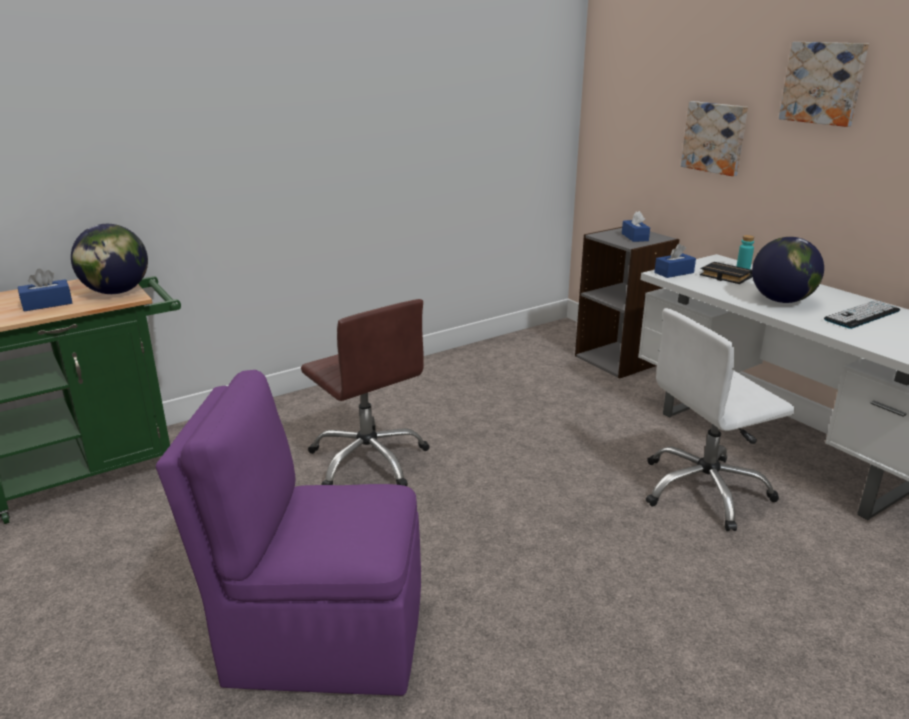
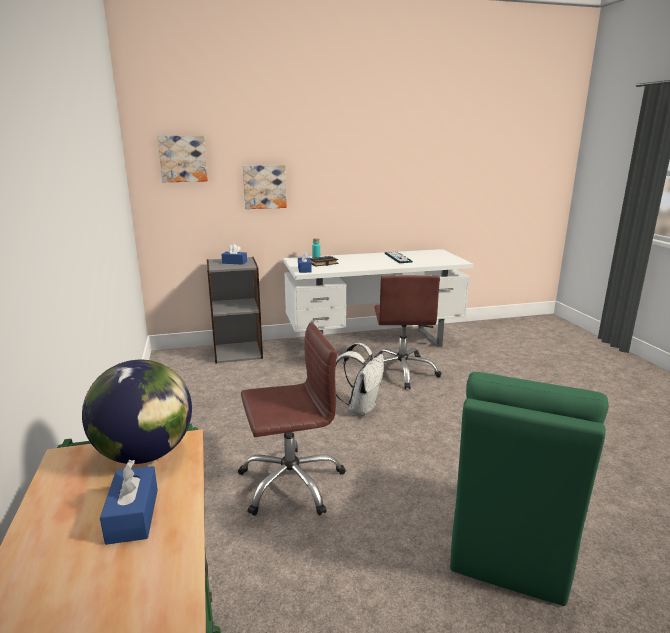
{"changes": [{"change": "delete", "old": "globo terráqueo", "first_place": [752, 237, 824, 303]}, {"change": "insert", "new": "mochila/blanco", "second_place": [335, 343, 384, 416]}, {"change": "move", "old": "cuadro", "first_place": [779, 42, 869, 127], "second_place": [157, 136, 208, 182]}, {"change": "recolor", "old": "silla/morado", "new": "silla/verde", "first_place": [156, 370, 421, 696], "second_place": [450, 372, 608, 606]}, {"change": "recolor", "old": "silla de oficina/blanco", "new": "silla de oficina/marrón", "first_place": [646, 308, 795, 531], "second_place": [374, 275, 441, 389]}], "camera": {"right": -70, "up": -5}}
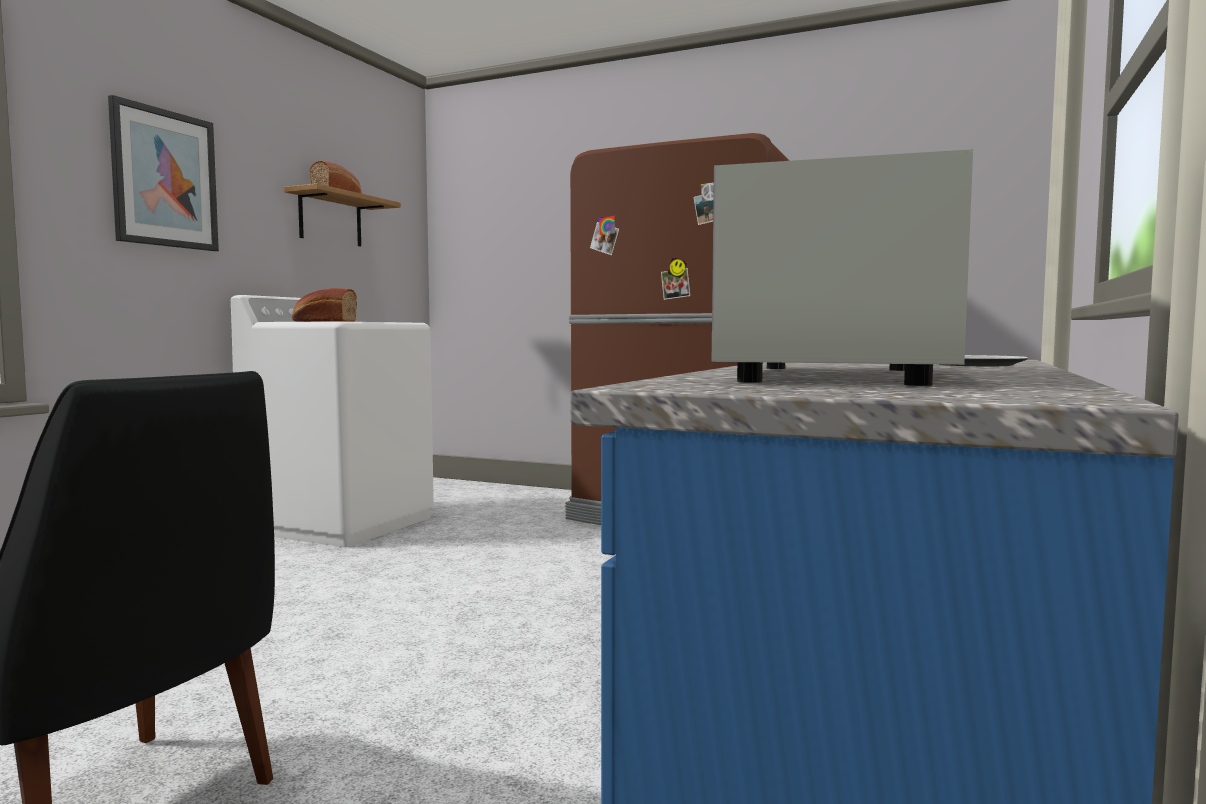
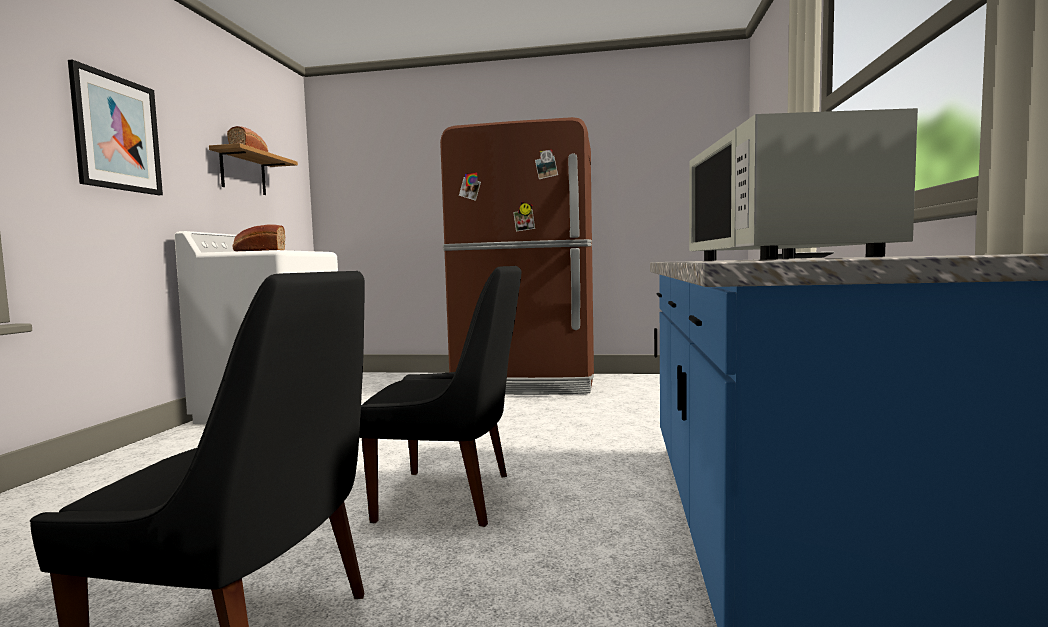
{"changes": [{"change": "insert", "new": "silla/negro", "second_place": [359, 266, 521, 527]}], "camera": {"right": -15, "up": 0}}
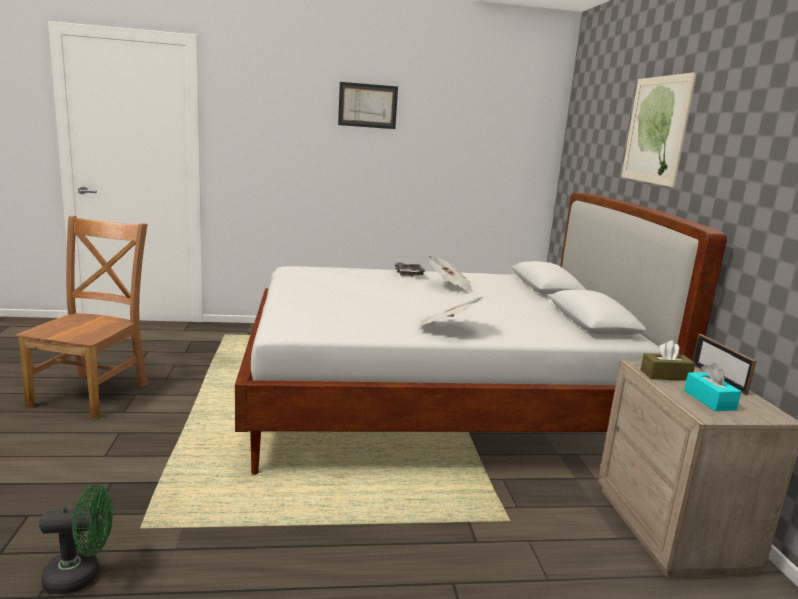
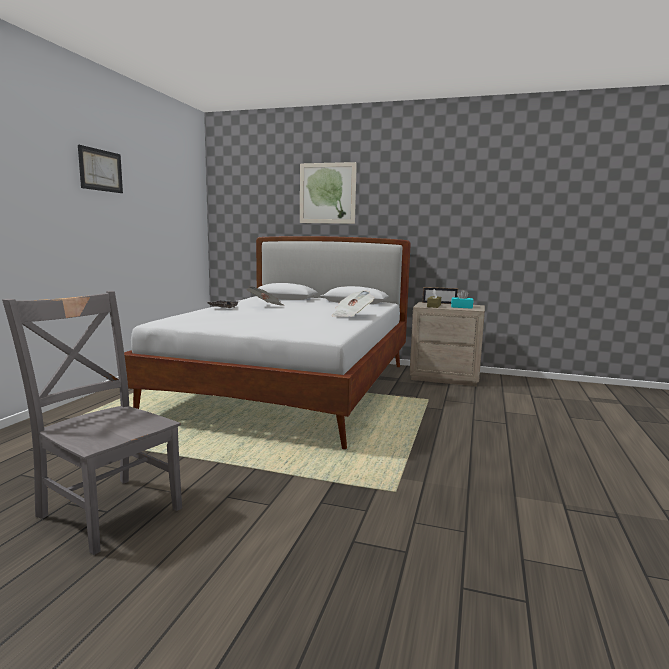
{"changes": [{"change": "delete", "old": "ventilador/verde", "first_place": [39, 484, 113, 594]}, {"change": "recolor", "old": "silla/marrón", "new": "silla/gris", "first_place": [16, 216, 148, 419], "second_place": [2, 291, 182, 555]}], "camera": {"right": -65, "up": -5}}
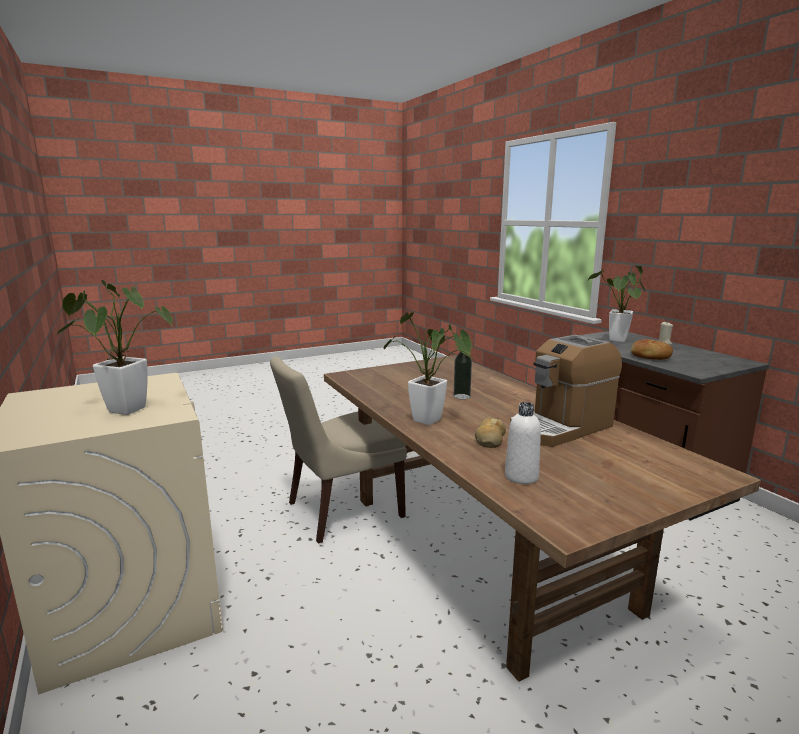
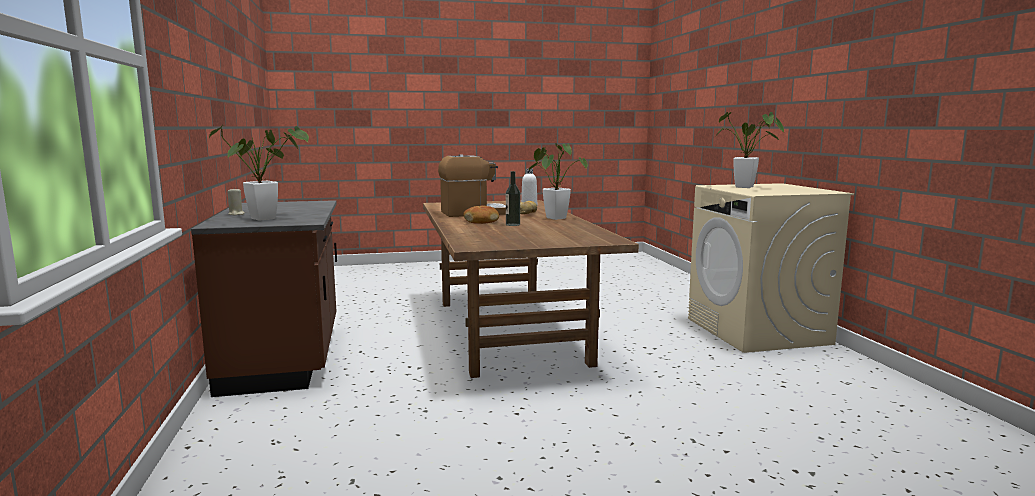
{"changes": [{"change": "delete", "old": "silla/beis", "first_place": [270, 357, 407, 543]}, {"change": "move", "old": "pan", "first_place": [631, 339, 673, 360], "second_place": [463, 205, 499, 224]}], "camera": {"right": -165, "up": -5}}
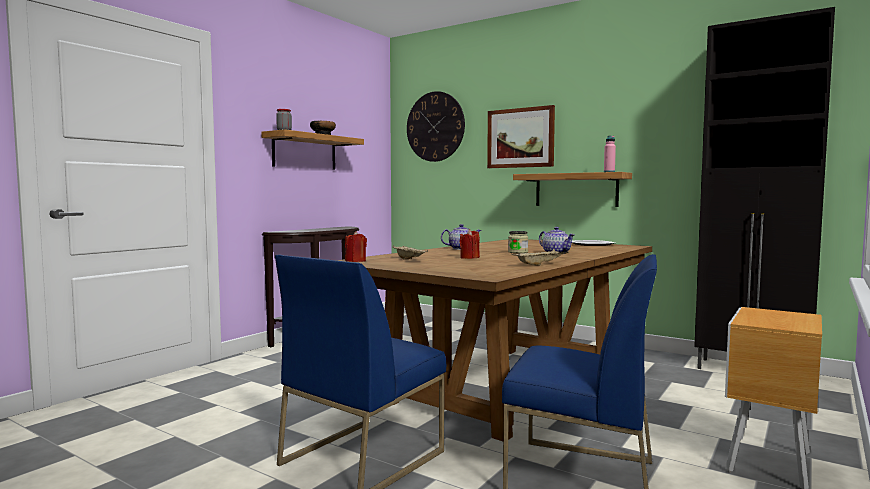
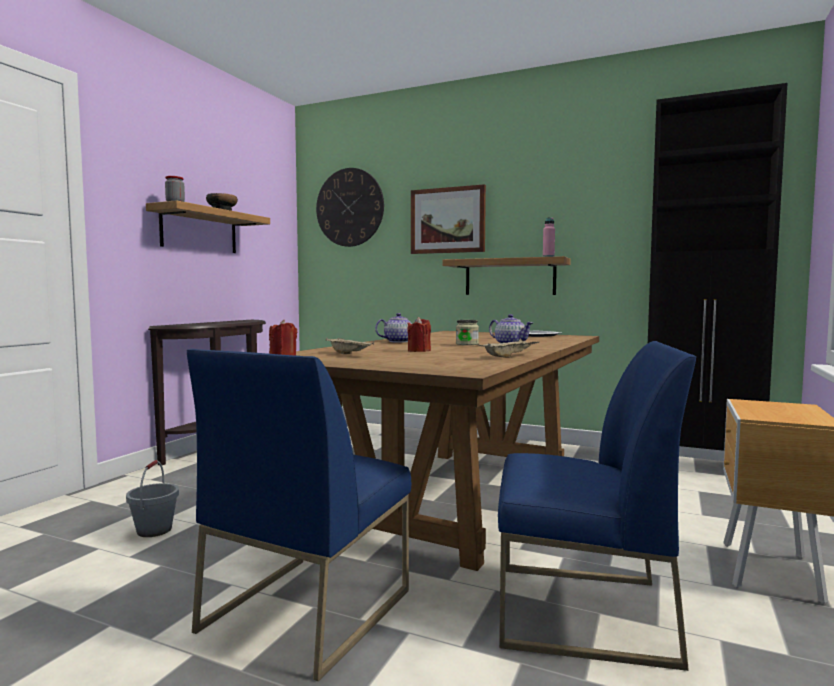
{"changes": [{"change": "insert", "new": "cubo/gris", "second_place": [126, 460, 179, 537]}], "camera": {"right": -10, "up": 0}}
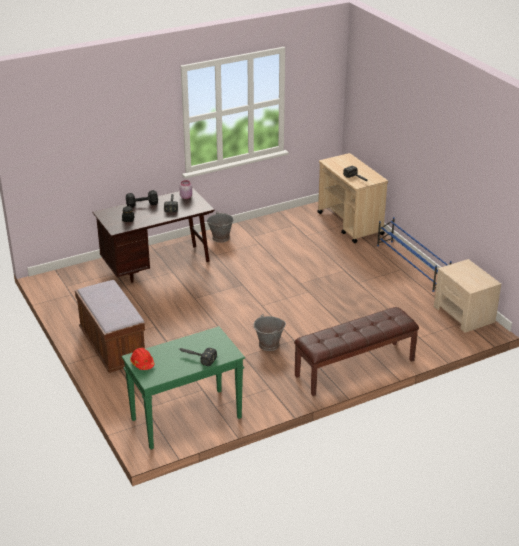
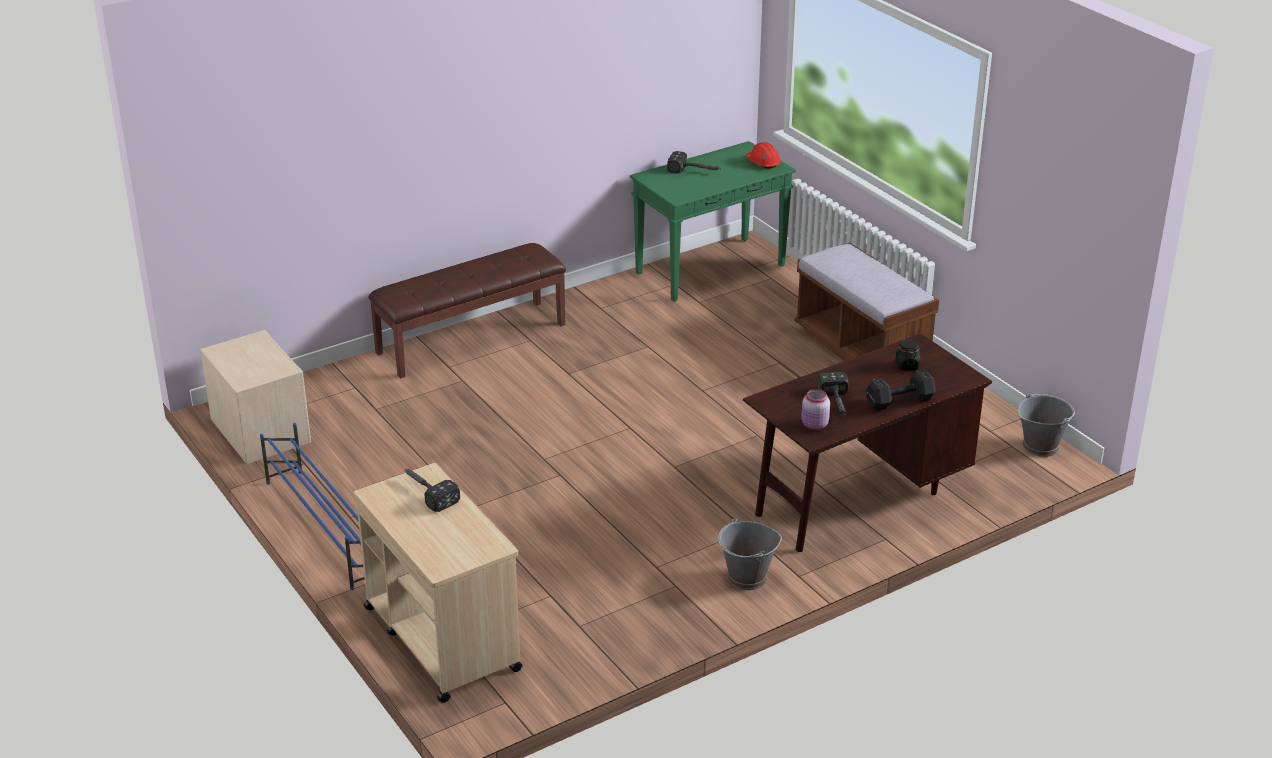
{"changes": [{"change": "move", "old": "cubo/gris", "first_place": [253, 314, 286, 351], "second_place": [1018, 393, 1075, 457]}], "camera": {"right": 175, "up": 0}}
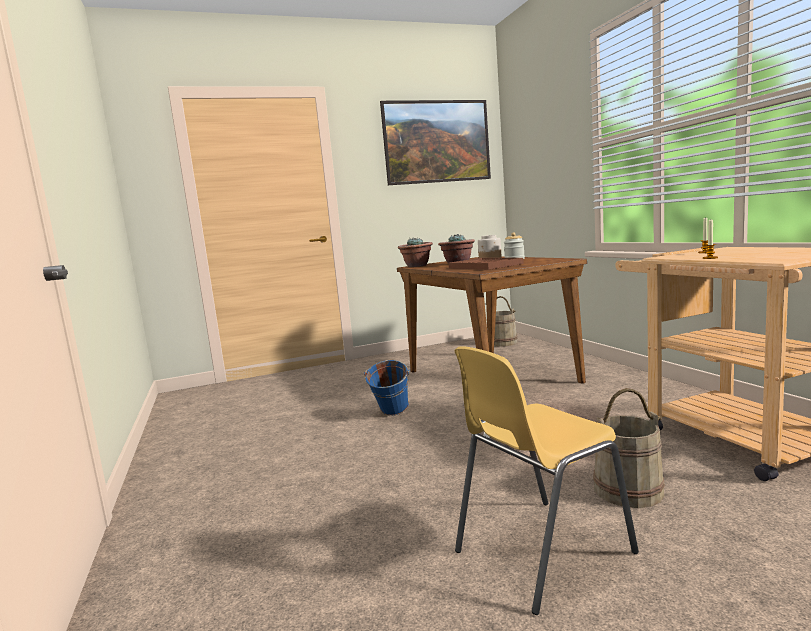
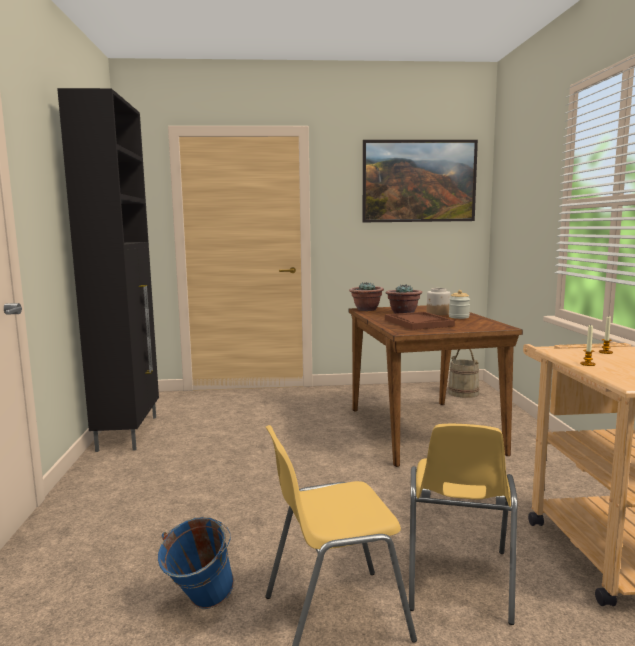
{"changes": [{"change": "insert", "new": "armario/negro", "second_place": [57, 88, 159, 452]}, {"change": "move", "old": "cubo/azul", "first_place": [364, 360, 410, 416], "second_place": [158, 517, 234, 609]}, {"change": "replace", "old": "cubo/beis", "new": "silla/amarillo", "first_place": [593, 388, 665, 508], "second_place": [409, 424, 517, 625]}], "camera": {"right": 15, "up": 0}}
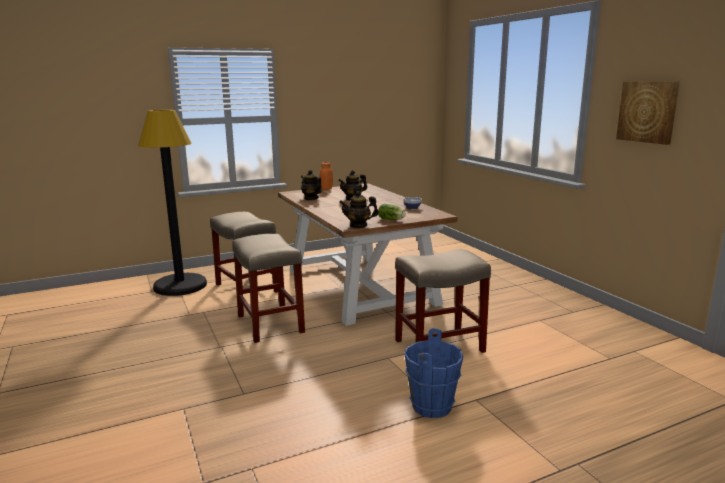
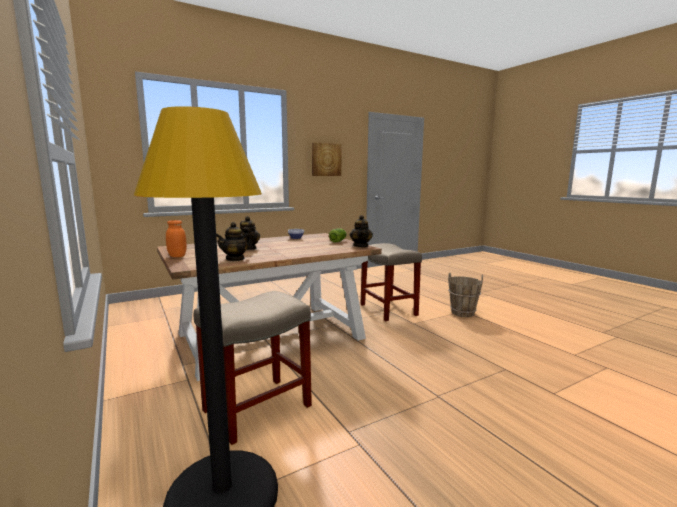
{"changes": [{"change": "delete", "old": "taburete/beis", "first_place": [232, 234, 305, 343]}, {"change": "recolor", "old": "cubo/azul", "new": "cubo/marrón", "first_place": [404, 328, 463, 418], "second_place": [448, 273, 483, 317]}], "camera": {"right": -95, "up": -5}}
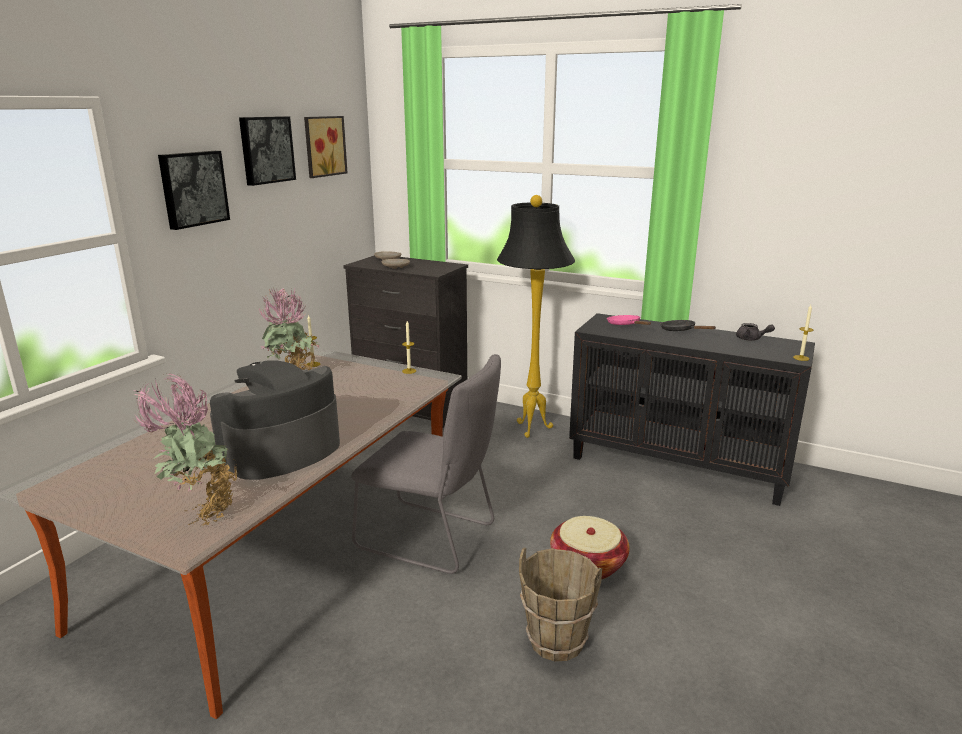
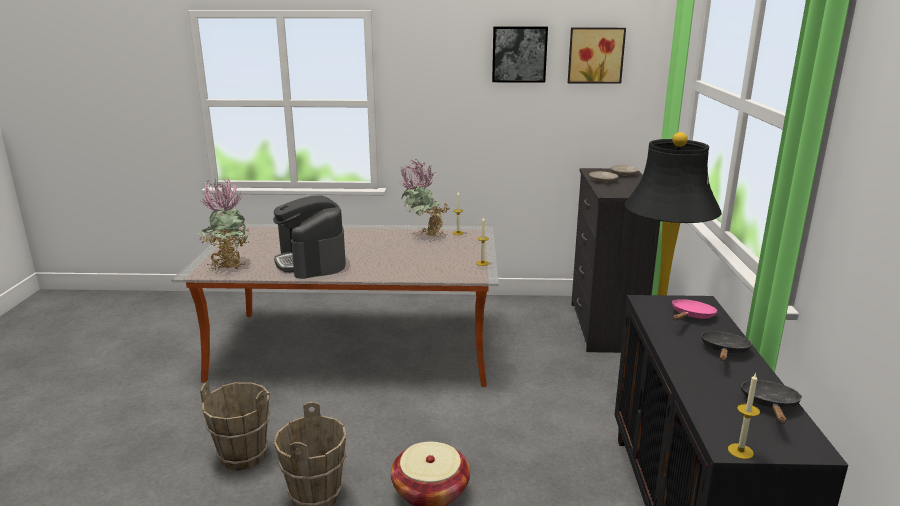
{"changes": [{"change": "delete", "old": "cuadro", "first_place": [158, 151, 230, 230]}, {"change": "delete", "old": "silla/gris", "first_place": [351, 354, 501, 574]}, {"change": "insert", "new": "cubo/marrón", "second_place": [200, 382, 271, 471]}, {"change": "replace", "old": "tetera/gris", "new": "sartén/negro", "first_place": [736, 323, 775, 341], "second_place": [741, 380, 802, 424]}, {"change": "rotate", "old": "cafetera", "first_place": [210, 360, 340, 480], "second_place": [273, 195, 346, 279], "degrees": -135}], "camera": {"right": 65, "up": 0}}
